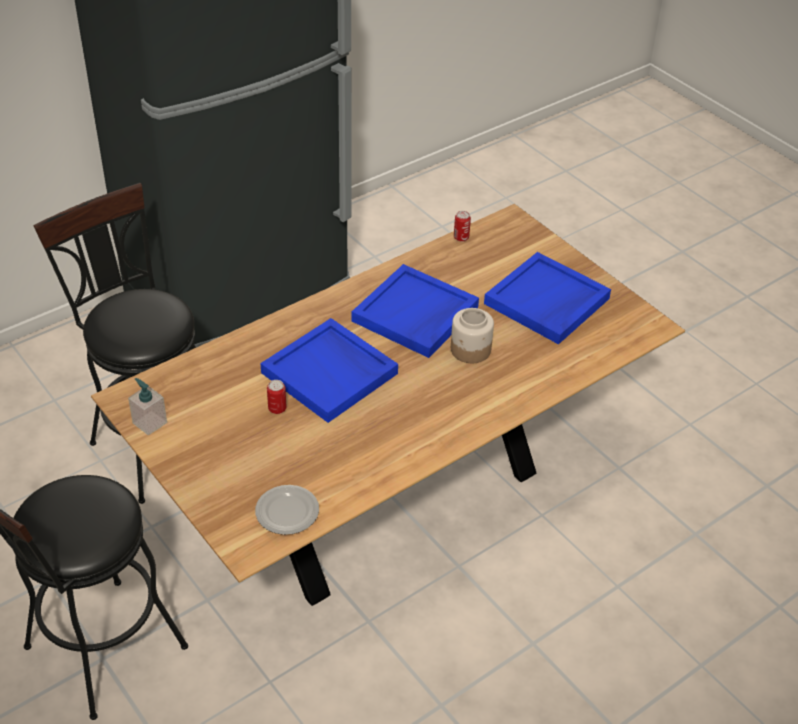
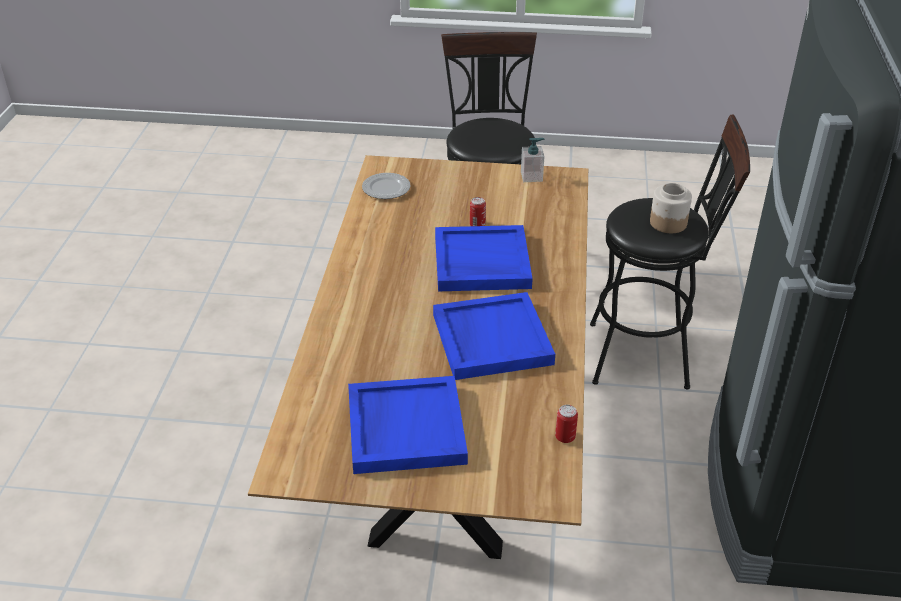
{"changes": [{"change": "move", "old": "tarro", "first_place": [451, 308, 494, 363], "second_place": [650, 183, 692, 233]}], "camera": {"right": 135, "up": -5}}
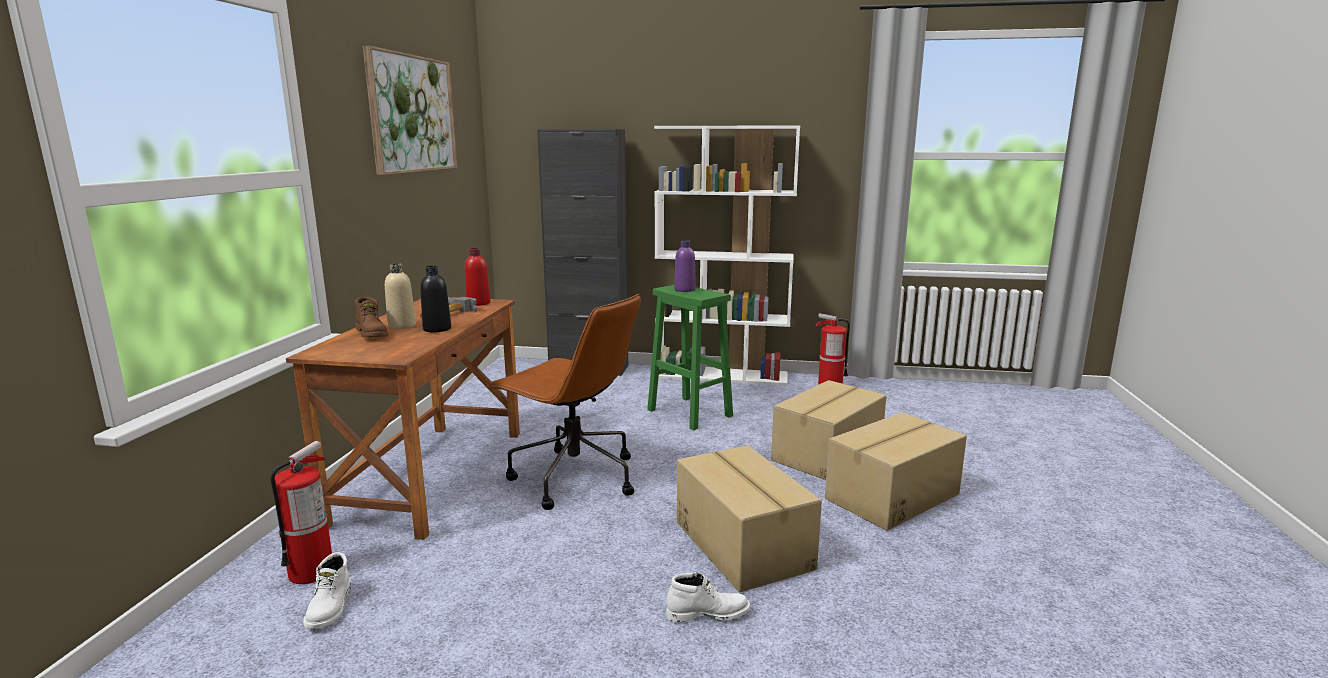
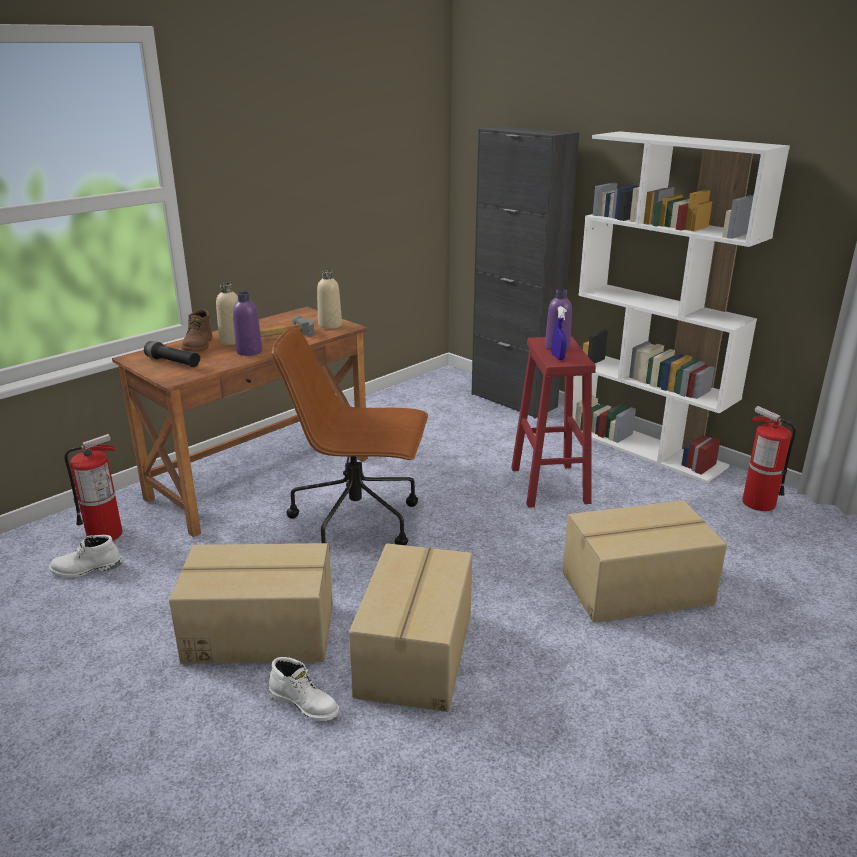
{"changes": [{"change": "delete", "old": "cuadro", "first_place": [363, 46, 458, 175]}, {"change": "insert", "new": "linterna/negro", "second_place": [144, 341, 201, 367]}, {"change": "insert", "new": "pulverizador/azul", "second_place": [552, 306, 567, 360]}, {"change": "move", "old": "caja de cartón", "first_place": [825, 412, 967, 531], "second_place": [169, 543, 333, 664]}, {"change": "recolor", "old": "botella/negro", "new": "botella/morado", "first_place": [420, 266, 451, 333], "second_place": [233, 292, 262, 356]}, {"change": "recolor", "old": "botella/rojo", "new": "botella/beis", "first_place": [465, 248, 491, 306], "second_place": [317, 270, 342, 329]}, {"change": "recolor", "old": "taburete/verde", "new": "taburete/rojo", "first_place": [647, 285, 733, 430], "second_place": [511, 336, 596, 508]}, {"change": "rotate", "old": "bota/blanco", "first_place": [303, 552, 351, 629], "second_place": [49, 535, 122, 578], "degrees": 45}, {"change": "rotate", "old": "silla de oficina/marrón", "first_place": [487, 294, 641, 510], "second_place": [271, 326, 428, 551], "degrees": 120}], "camera": {"right": 35, "up": 10}}
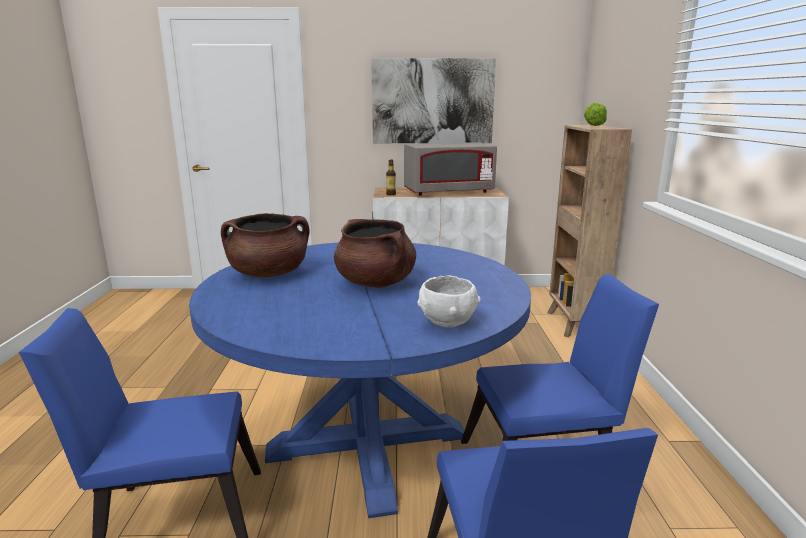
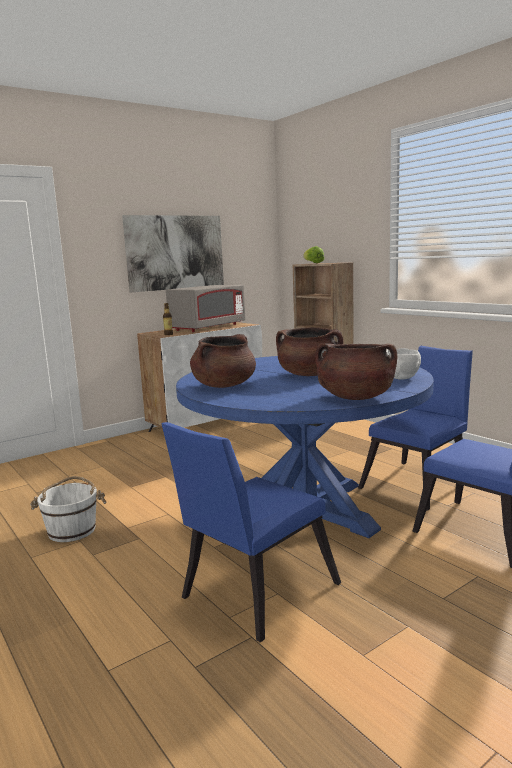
{"changes": [{"change": "insert", "new": "cubo/blanco", "second_place": [30, 476, 107, 542]}, {"change": "insert", "new": "olla/marrón", "second_place": [315, 343, 397, 400]}], "camera": {"right": -35, "up": -5}}
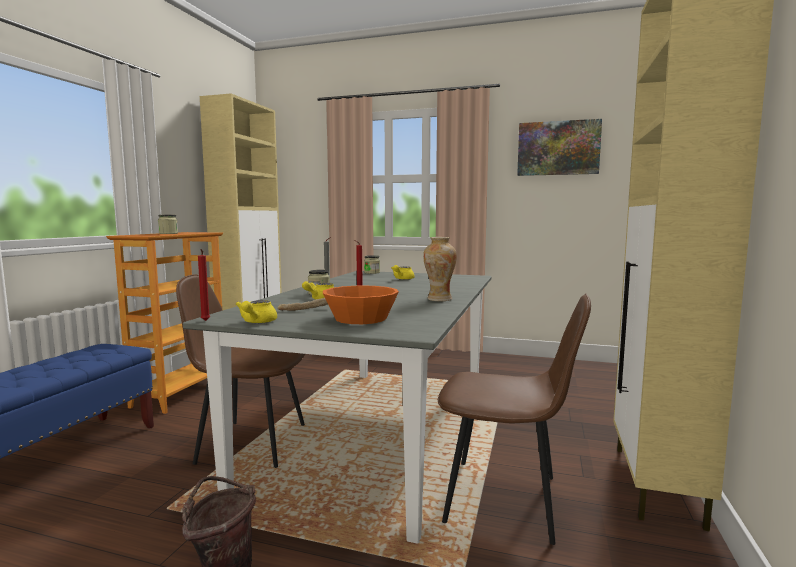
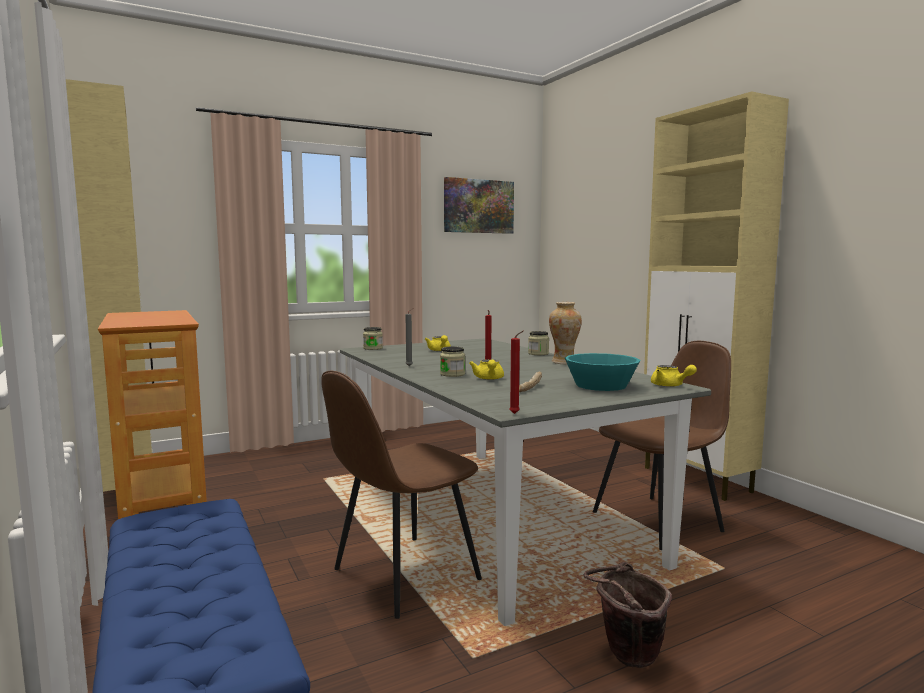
{"changes": [{"change": "move", "old": "tarro", "first_place": [158, 215, 178, 234], "second_place": [528, 331, 549, 355]}, {"change": "move", "old": "tetera/amarillo", "first_place": [236, 300, 277, 324], "second_place": [651, 365, 697, 387]}, {"change": "recolor", "old": "cuenco/naranja", "new": "cuenco/turquesa", "first_place": [323, 286, 399, 324], "second_place": [565, 353, 640, 391]}], "camera": {"right": -45, "up": 0}}
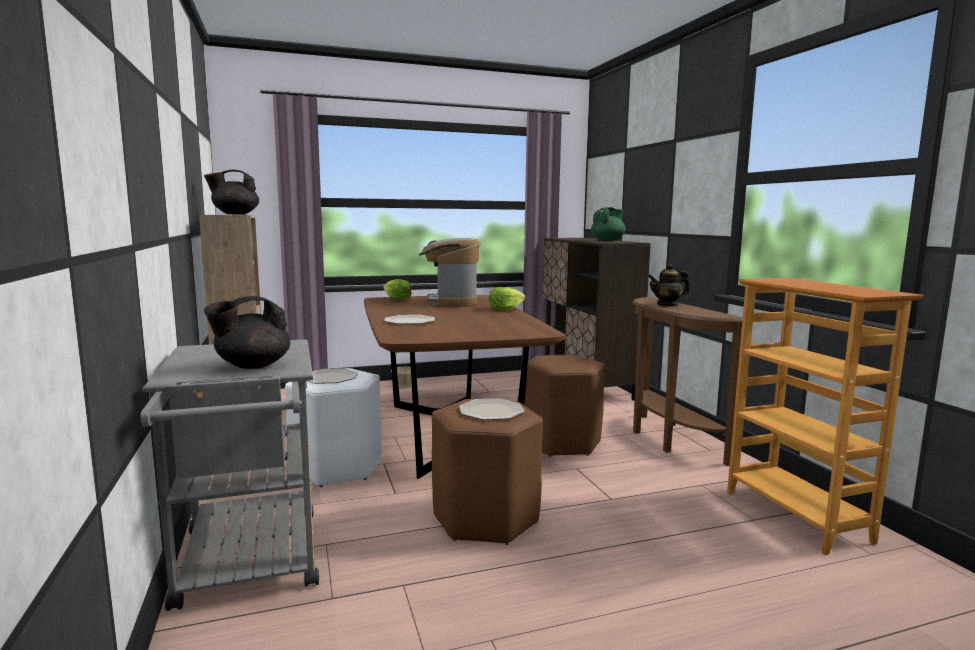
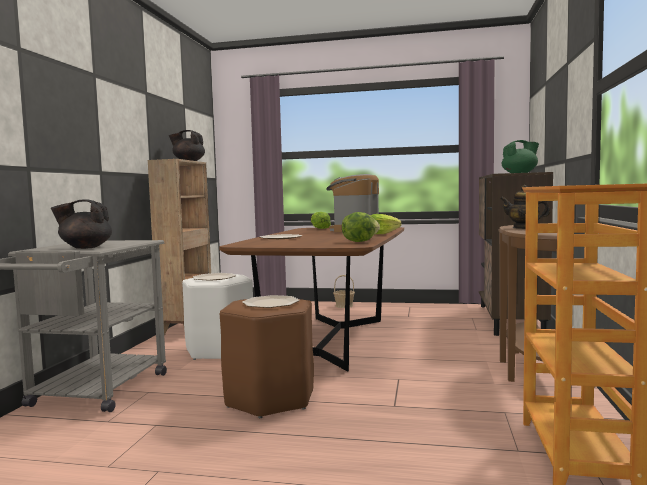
{"changes": [{"change": "delete", "old": "taburete/marrón", "first_place": [524, 355, 605, 457]}, {"change": "insert", "new": "lechuga", "second_place": [342, 212, 380, 242]}], "camera": {"right": 30, "up": -5}}
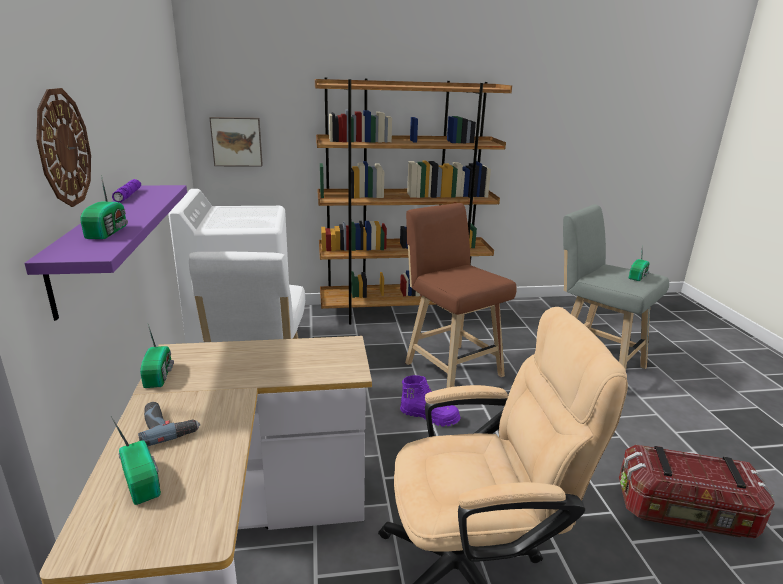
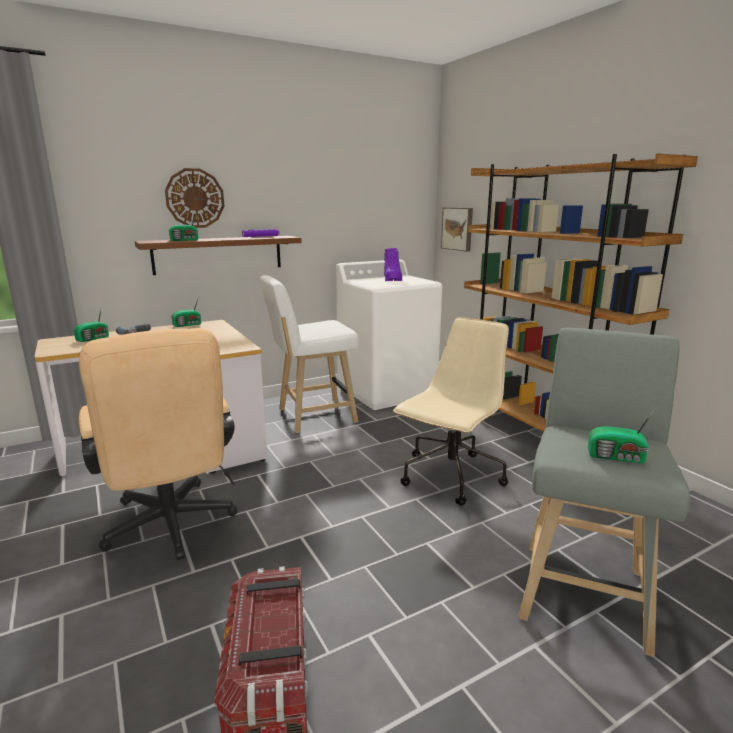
{"changes": [{"change": "move", "old": "bota/morado", "first_place": [400, 375, 461, 427], "second_place": [384, 248, 402, 281]}, {"change": "replace", "old": "taburete/marrón", "new": "silla de oficina/beis", "first_place": [405, 203, 517, 388], "second_place": [393, 317, 509, 506]}, {"change": "recolor", "old": "estante/morado", "new": "estante/marrón", "first_place": [24, 185, 187, 321], "second_place": [135, 236, 302, 275]}], "camera": {"right": 70, "up": -5}}
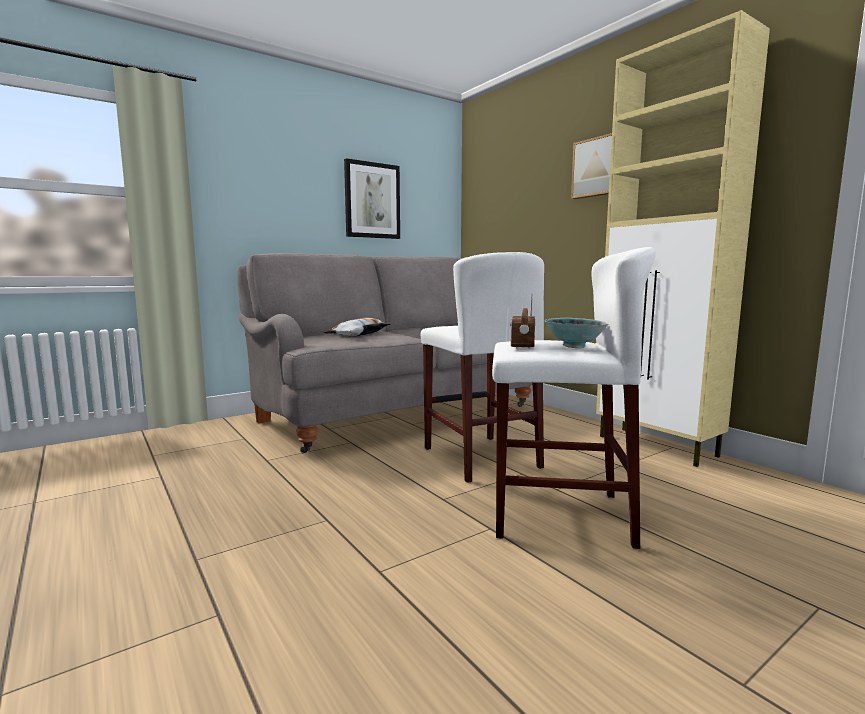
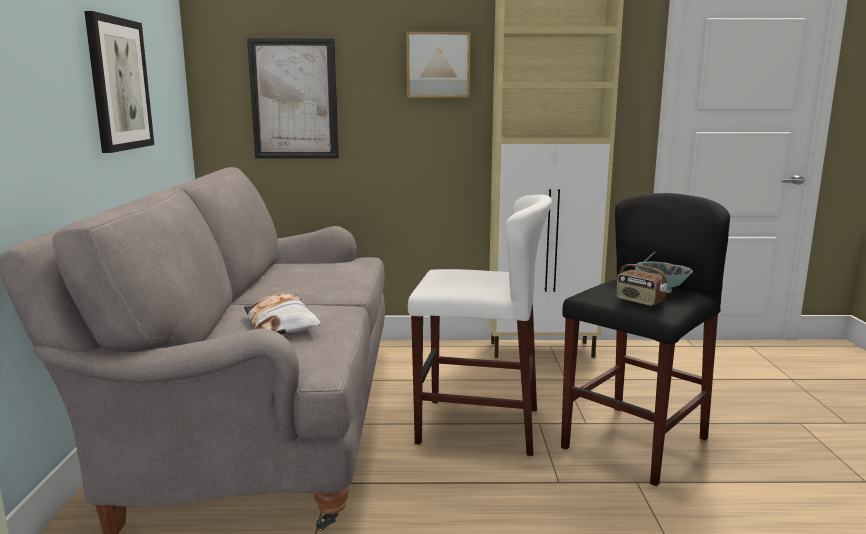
{"changes": [{"change": "insert", "new": "cuadro", "second_place": [247, 38, 339, 158]}, {"change": "recolor", "old": "taburete/blanco", "new": "taburete/negro", "first_place": [492, 247, 656, 549], "second_place": [561, 193, 730, 486]}], "camera": {"right": -55, "up": 5}}
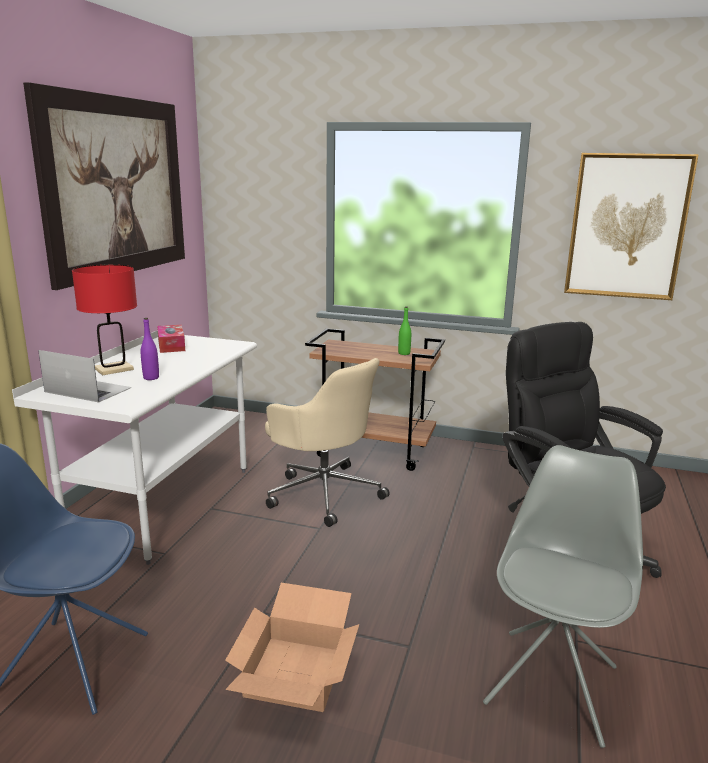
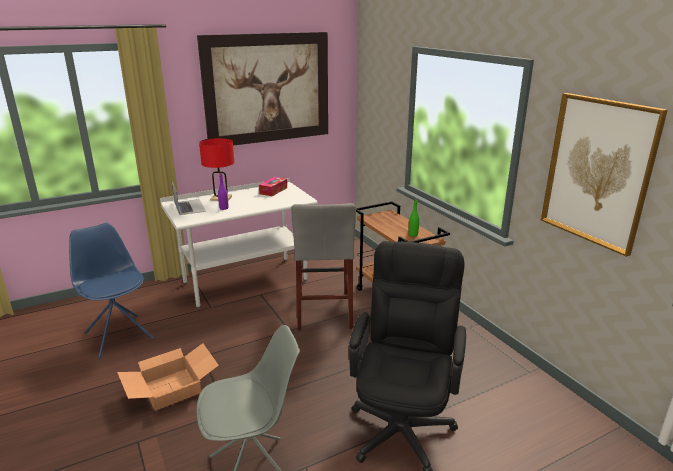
{"changes": [{"change": "replace", "old": "silla de oficina/beis", "new": "taburete/gris", "first_place": [265, 358, 390, 527], "second_place": [291, 203, 356, 331]}], "camera": {"right": 45, "up": 5}}
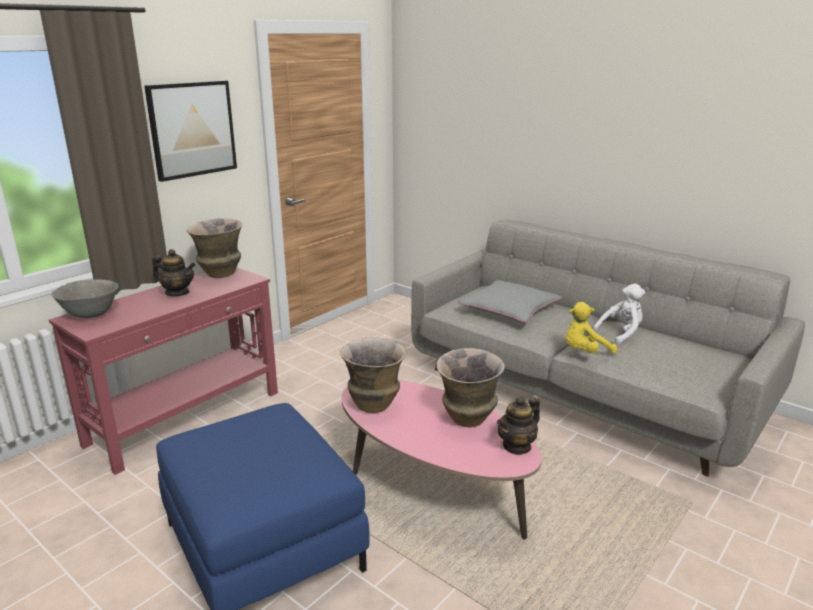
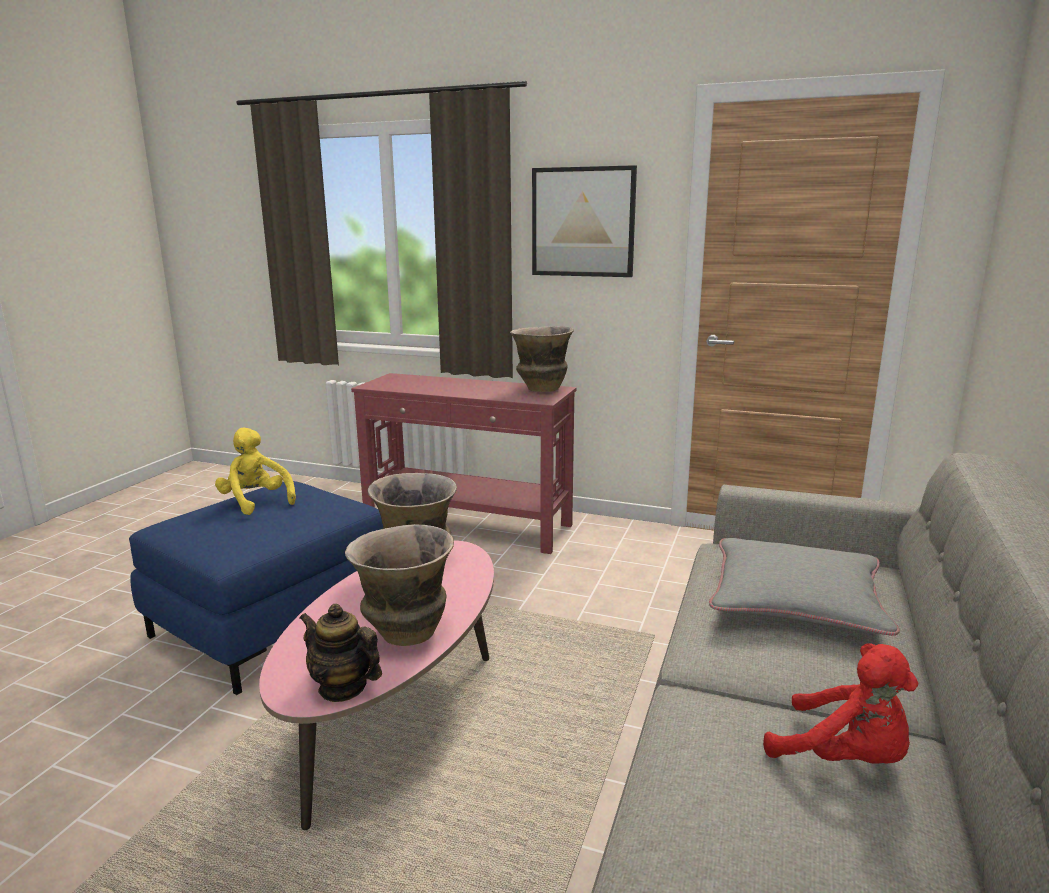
{"changes": [{"change": "delete", "old": "cuenco/gris", "first_place": [52, 279, 119, 318]}, {"change": "delete", "old": "tetera", "first_place": [152, 249, 195, 296]}, {"change": "move", "old": "peluche/amarillo", "first_place": [566, 302, 617, 354], "second_place": [215, 427, 296, 515]}, {"change": "recolor", "old": "peluche/blanco", "new": "peluche/rojo", "first_place": [593, 284, 645, 346], "second_place": [763, 643, 918, 764]}], "camera": {"right": 70, "up": -5}}
